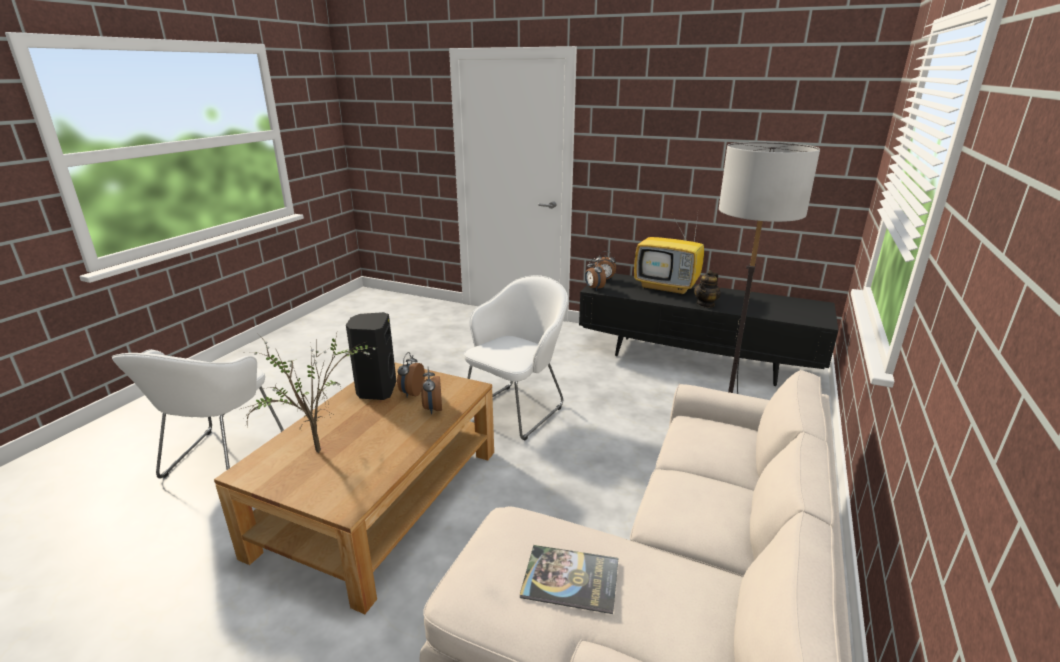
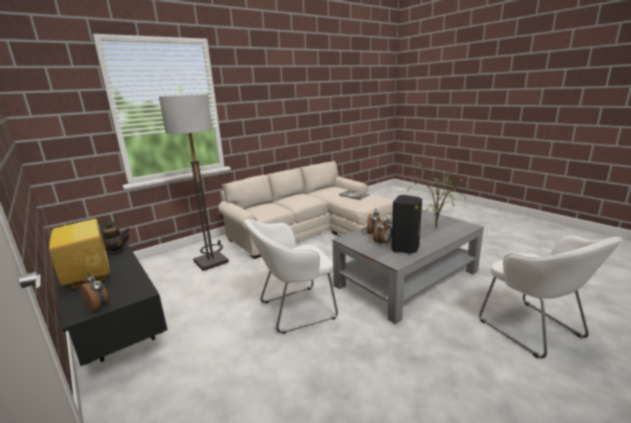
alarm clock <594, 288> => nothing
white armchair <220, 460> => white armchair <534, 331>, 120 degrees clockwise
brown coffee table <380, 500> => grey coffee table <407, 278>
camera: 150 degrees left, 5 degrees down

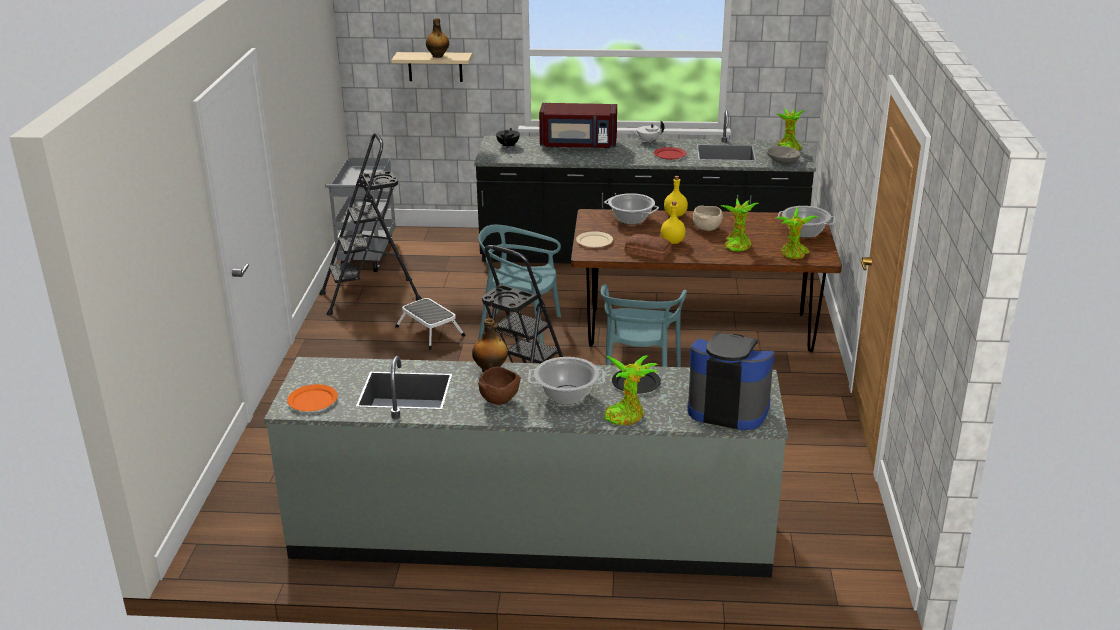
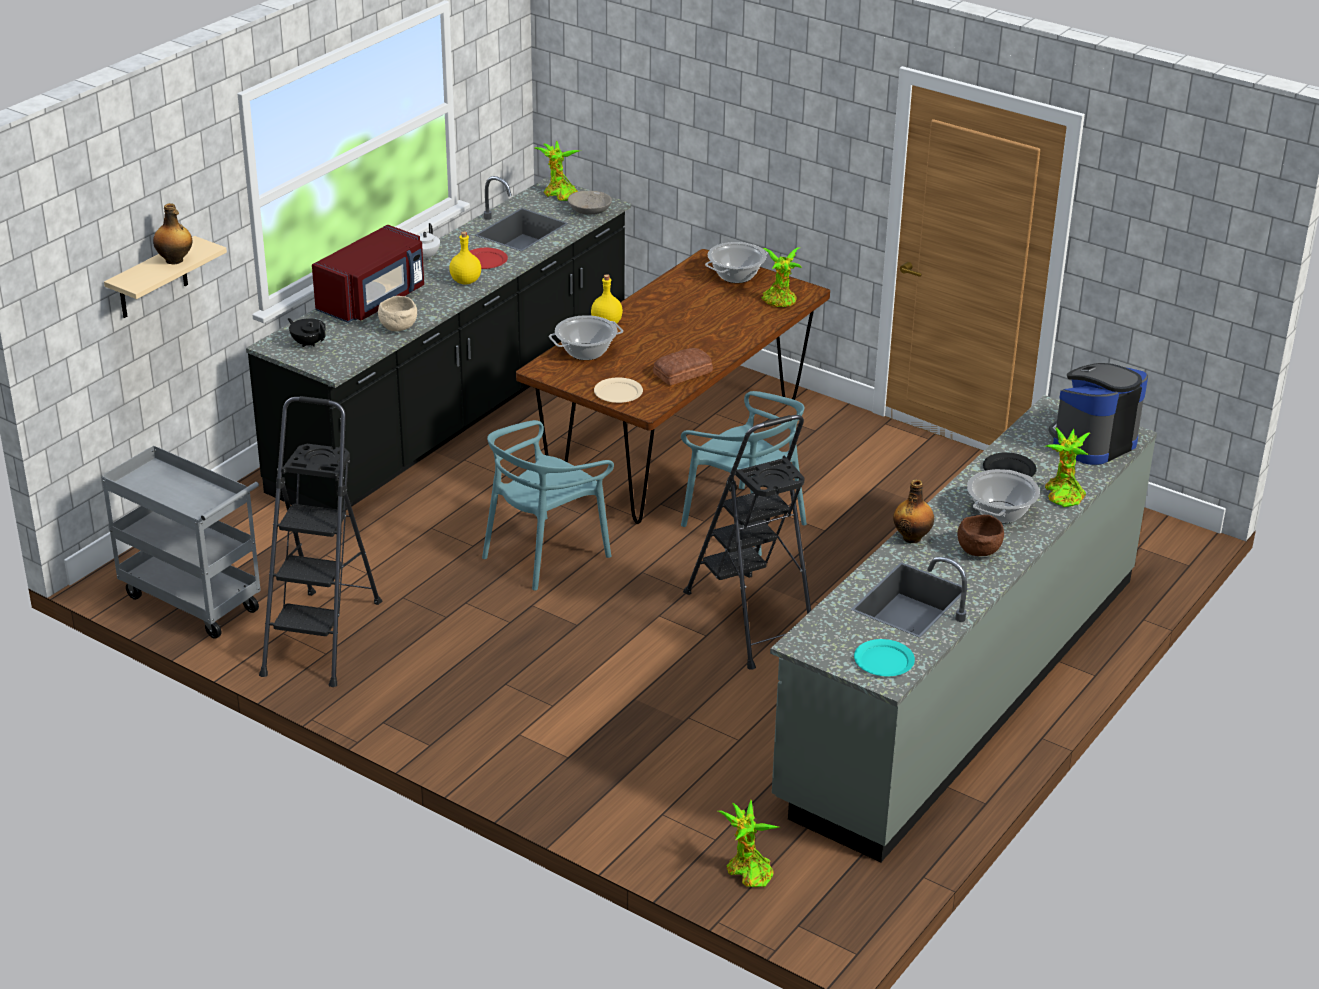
potted plant <737, 245> => potted plant <747, 871>, shifted
yellow bottle <672, 242> => yellow bottle <466, 281>, shifted
beige bowl <706, 228> => beige bowl <397, 327>, shifted
black step ladder <430, 331> => nothing
orange plate <312, 400> => turquoise plate <883, 661>
camera: 60 degrees left, 5 degrees up

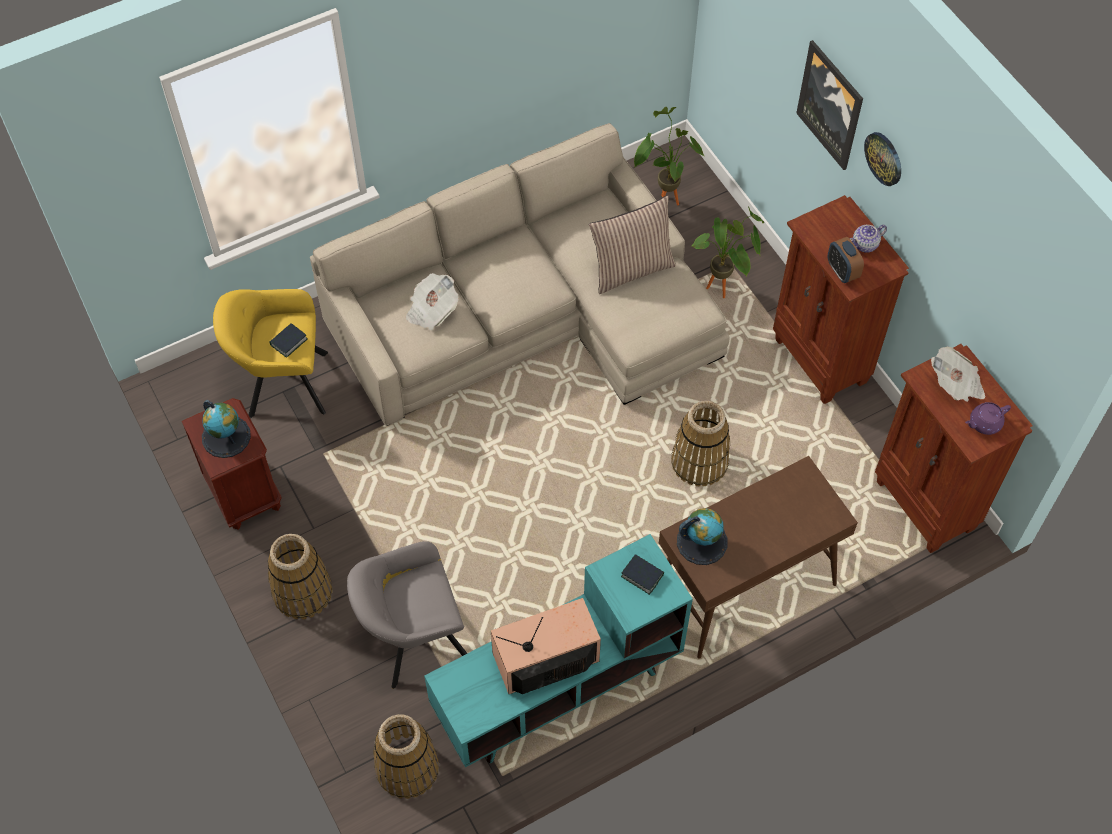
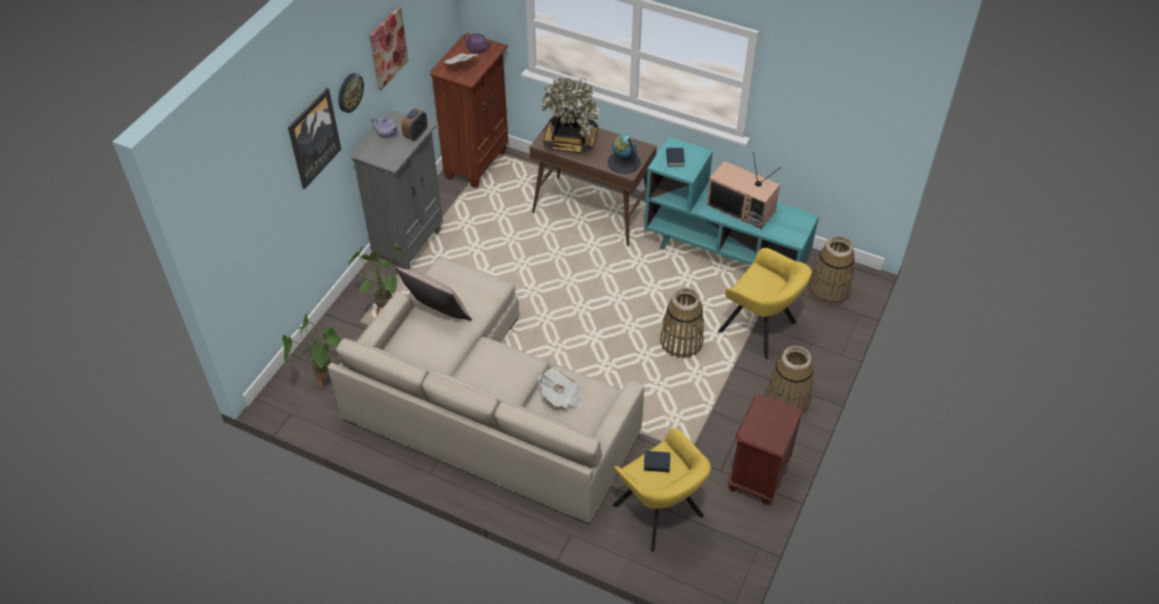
brown cabinet <819, 362> => grey cabinet <409, 246>
globe <226, 436> => nothing
basket <699, 462> => basket <681, 342>, shifted
grey armchair <414, 639> => yellow armchair <760, 329>
nothing => picture <388, 48>
nothing => potted plant <571, 140>
camera: 125 degrees left, 10 degrees down

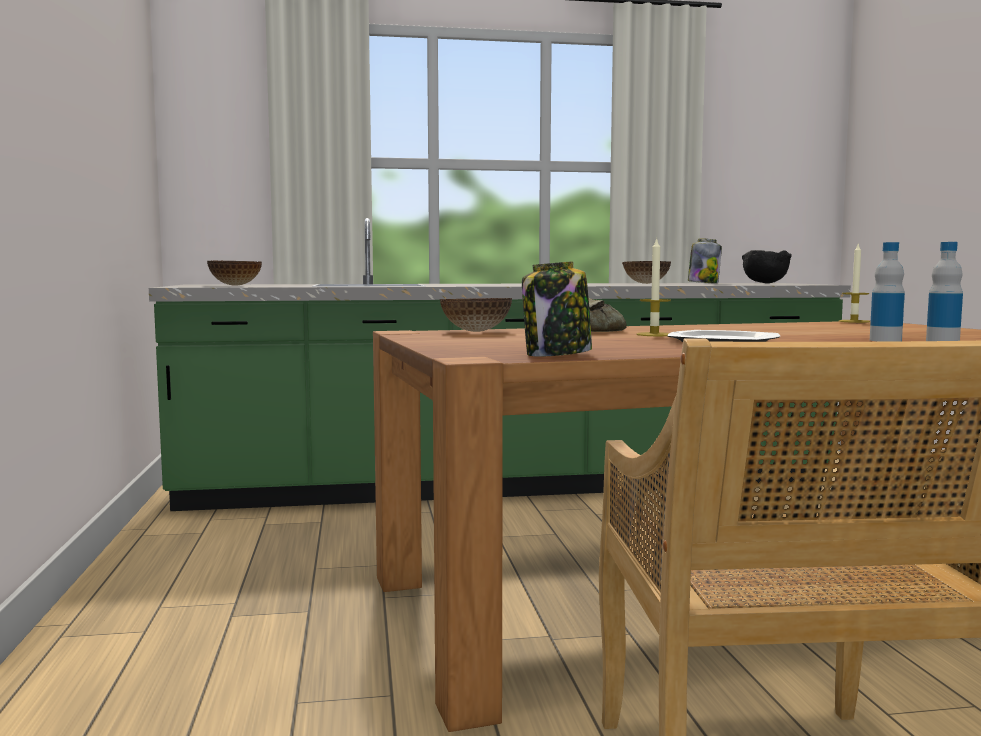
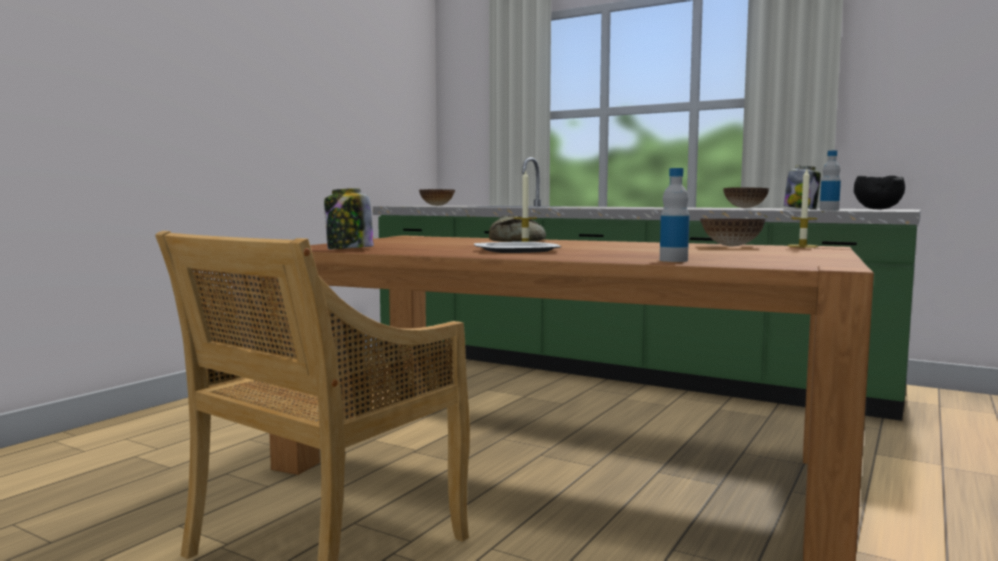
bottle <885, 340> => bottle <829, 210>, shifted
bowl <476, 331> => bowl <732, 246>, shifted
camera: 40 degrees right, 0 degrees up

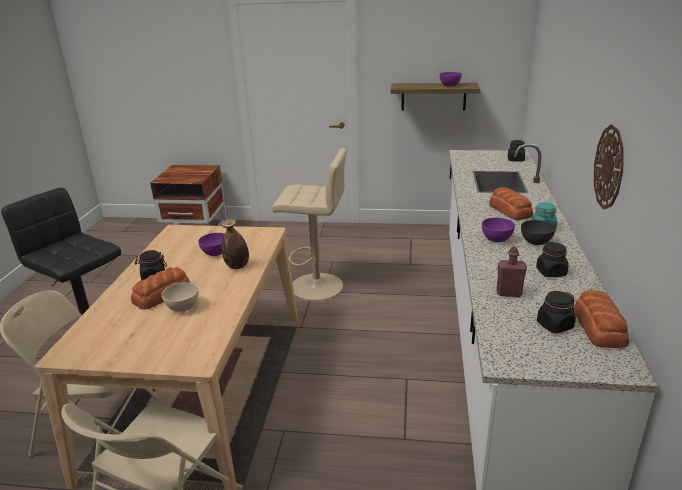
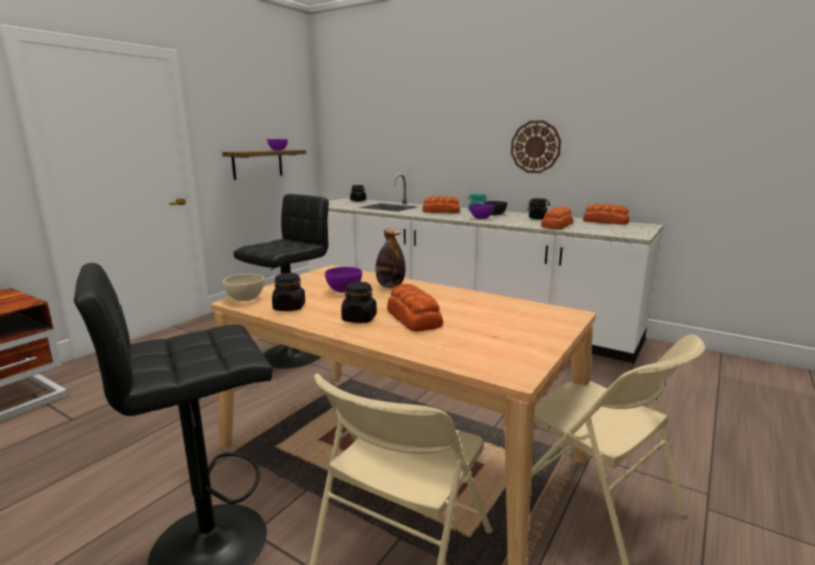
beige stool <317, 286> => black stool <293, 355>
red bottle <508, 293> => bread <556, 225>
beige bowl <183, 307> => beige bowl <245, 299>, shifted
black jar <554, 325> => black jar <289, 308>, shifted
camera: 65 degrees left, 10 degrees down

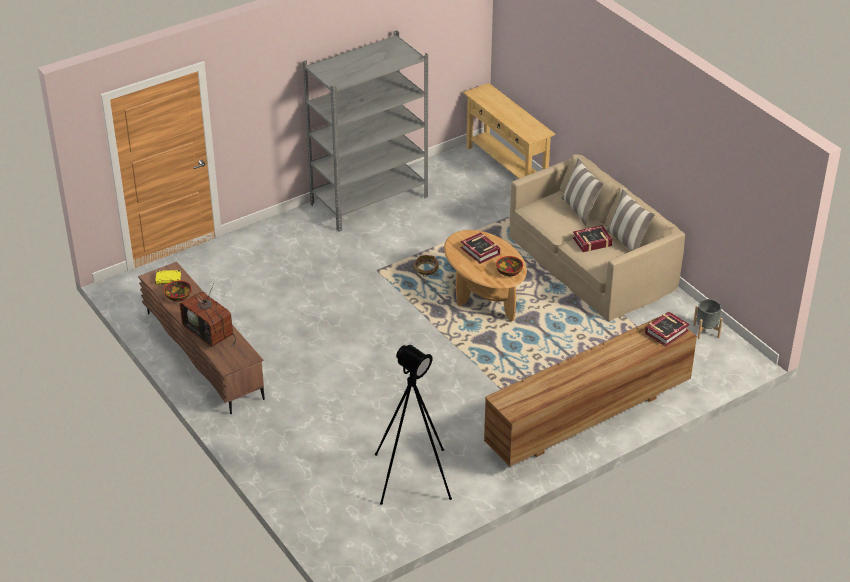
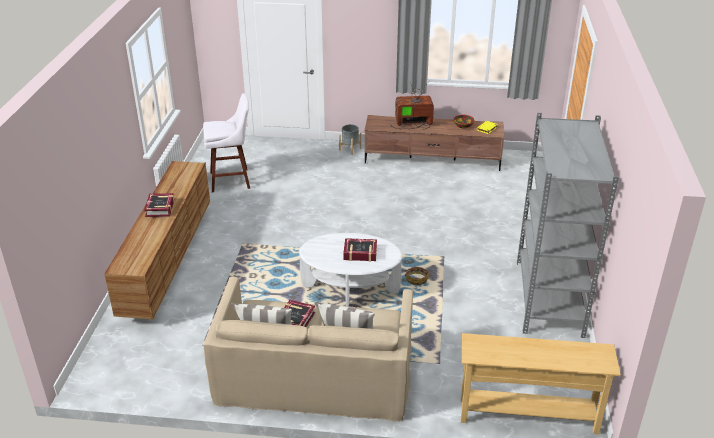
brown coffee table <484, 295> => white coffee table <350, 290>
bowl <509, 272> => nothing
grey planter <706, 331> => grey planter <350, 149>, shifted
book <666, 332> => book <160, 208>, shifted
black floor lamp <413, 477> => white stool <232, 180>
camera: 130 degrees right, 5 degrees down

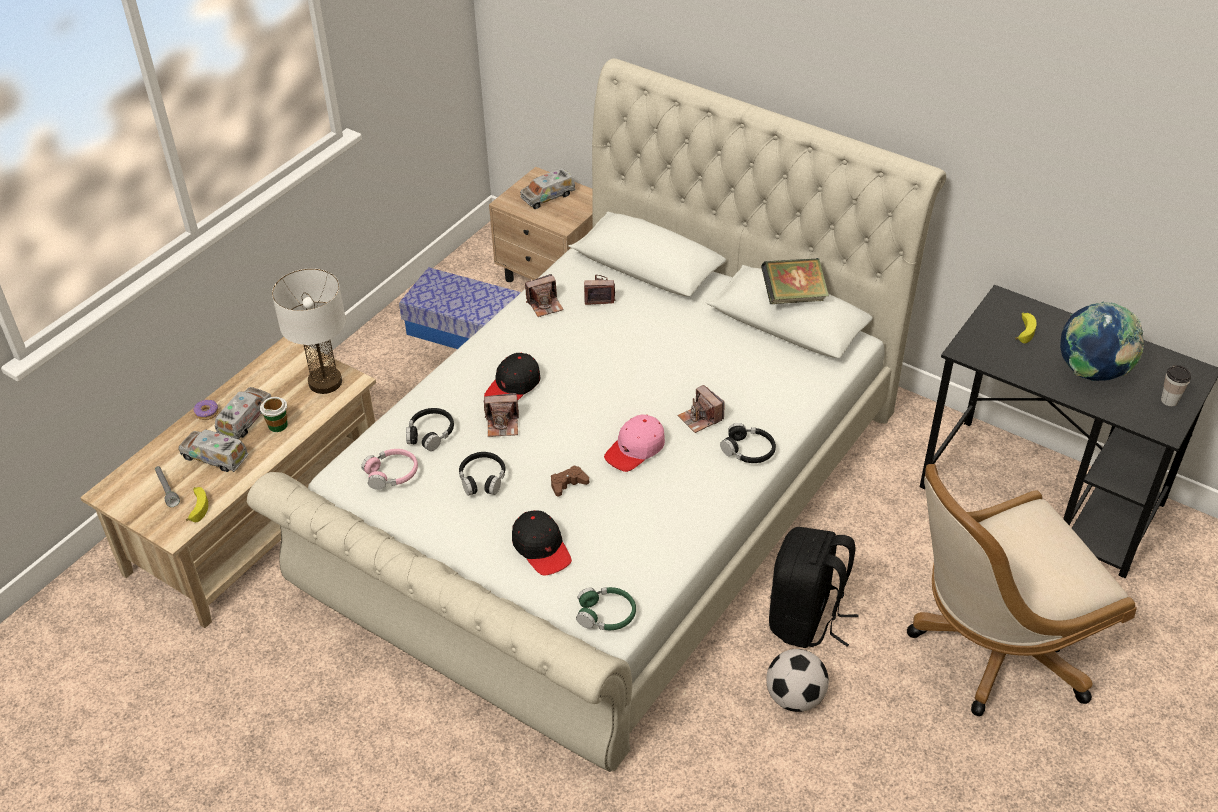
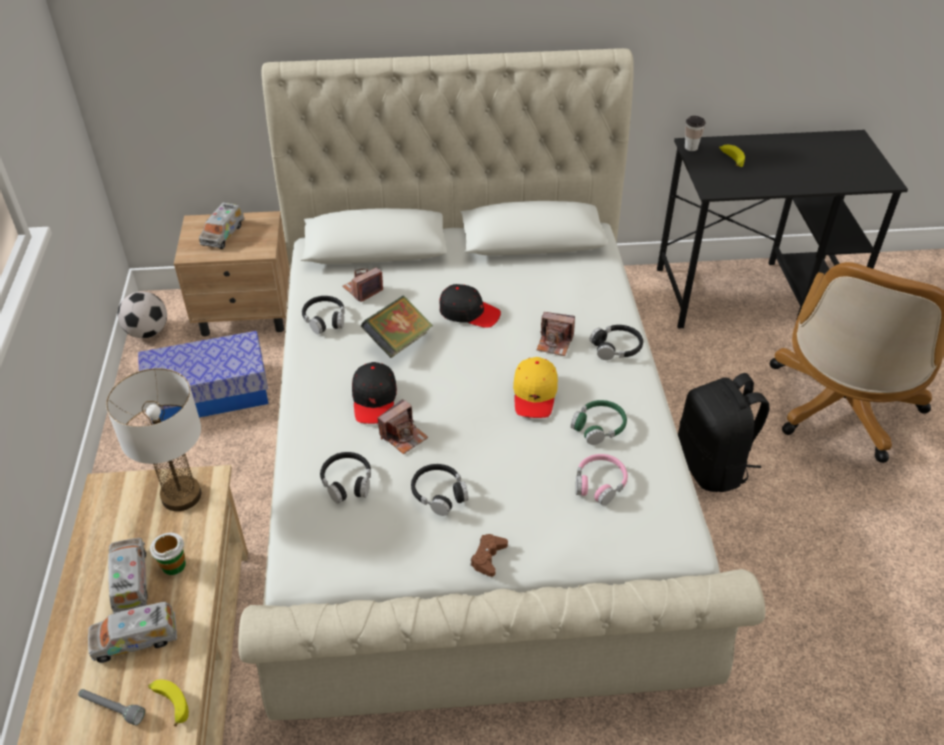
book <793, 297> => book <398, 342>, shifted
photo camera <545, 305> => black headphones <325, 319>
globe <1092, 373> => nothing
cup <1169, 400> => cup <691, 147>, shifted
donut <207, 413> => nothing
pink cap <635, 449> => yellow cap <535, 394>
pink headphones <392, 474> => pink headphones <599, 483>, shifted
brown game controller <568, 484> => brown game controller <488, 557>, shifted
black cap <541, 548> => black cap <469, 312>, shifted
green headphones <606, 614> => green headphones <599, 427>, shifted
football <794, 698> => football <147, 332>, shifted
camera: 40 degrees left, 0 degrees up

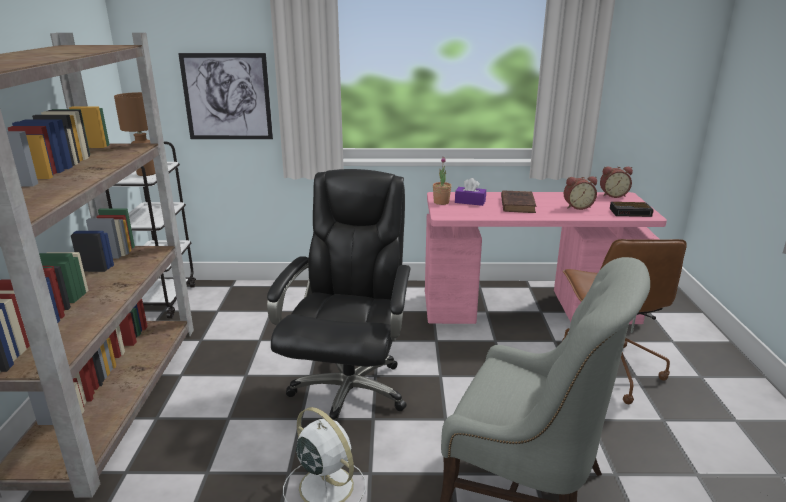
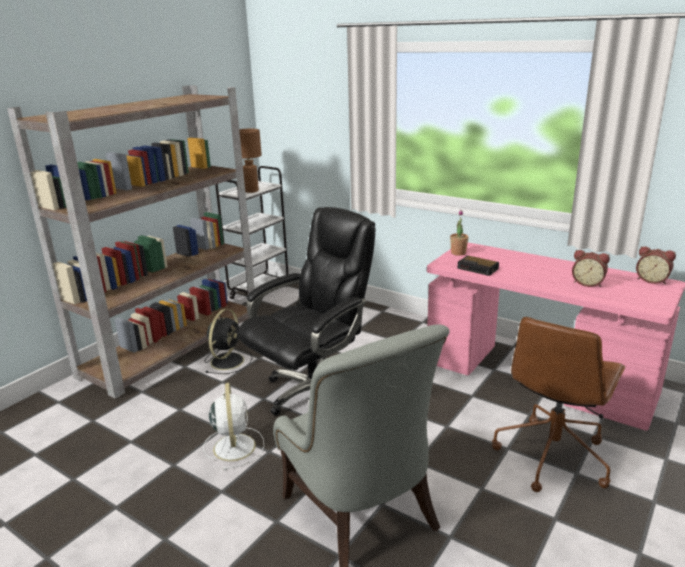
picture <227, 97> => nothing
purple tissue box <470, 202> => nothing
brown book <517, 204> => nothing
alarm clock <631, 212> => alarm clock <478, 269>, shifted
nothing => black fan <228, 360>
camera: 35 degrees right, 0 degrees up

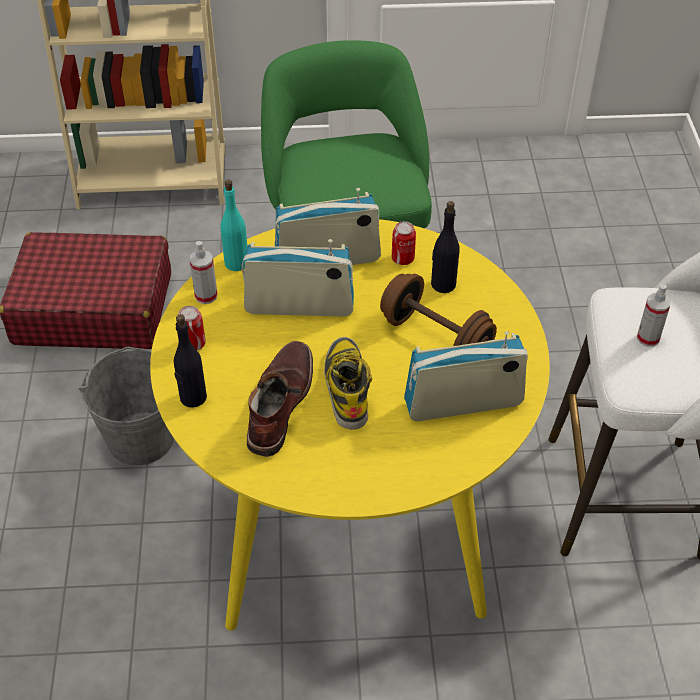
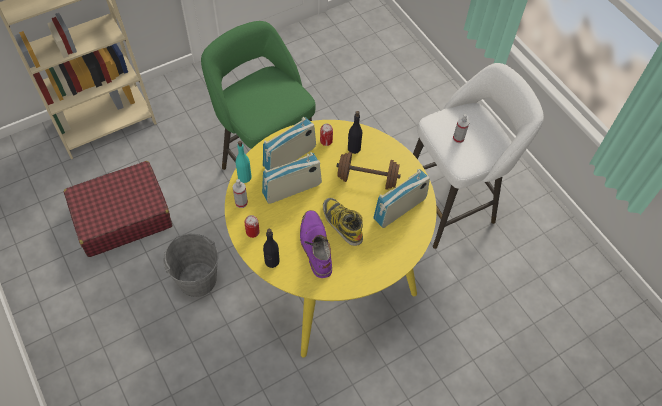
brown boot <278, 404> => purple boot <315, 246>
camera: 30 degrees left, 10 degrees up

